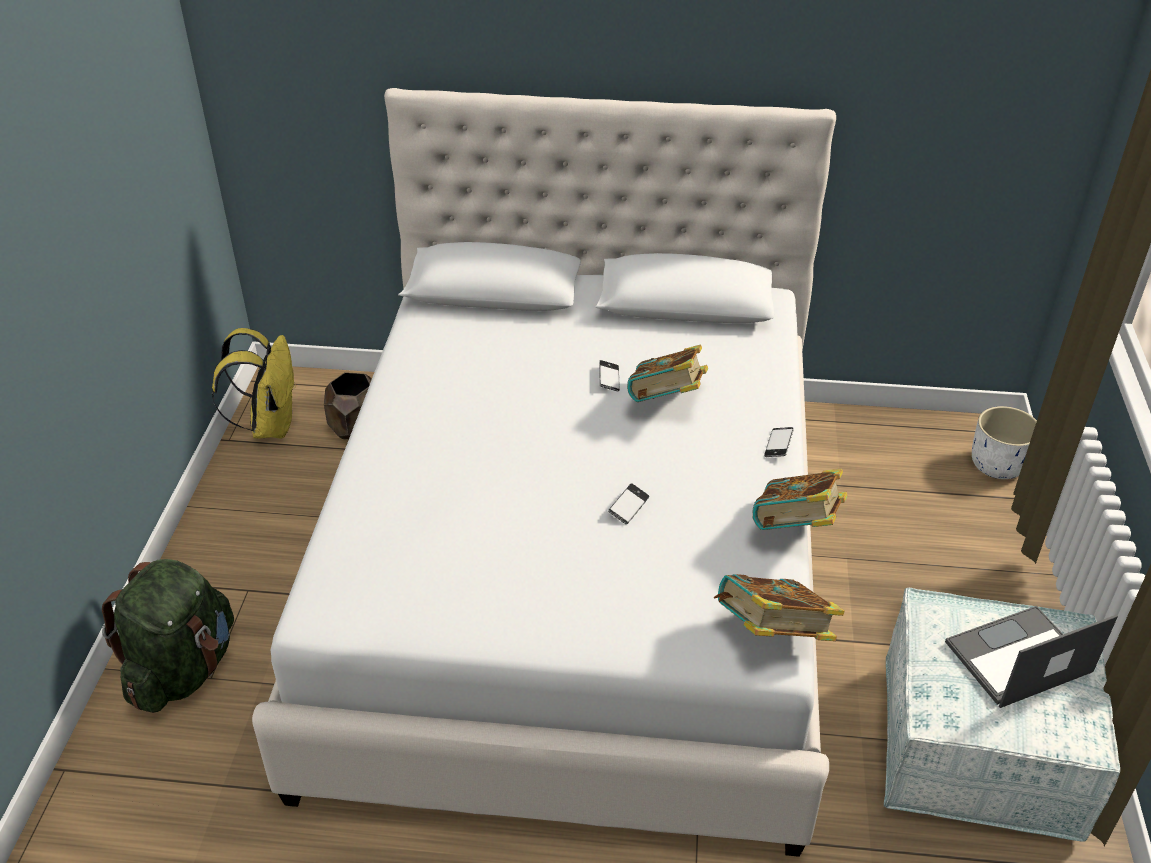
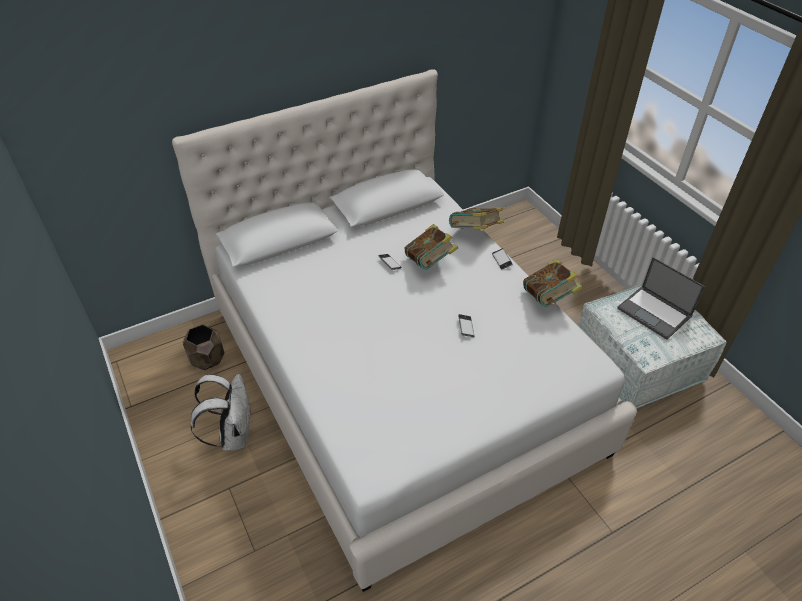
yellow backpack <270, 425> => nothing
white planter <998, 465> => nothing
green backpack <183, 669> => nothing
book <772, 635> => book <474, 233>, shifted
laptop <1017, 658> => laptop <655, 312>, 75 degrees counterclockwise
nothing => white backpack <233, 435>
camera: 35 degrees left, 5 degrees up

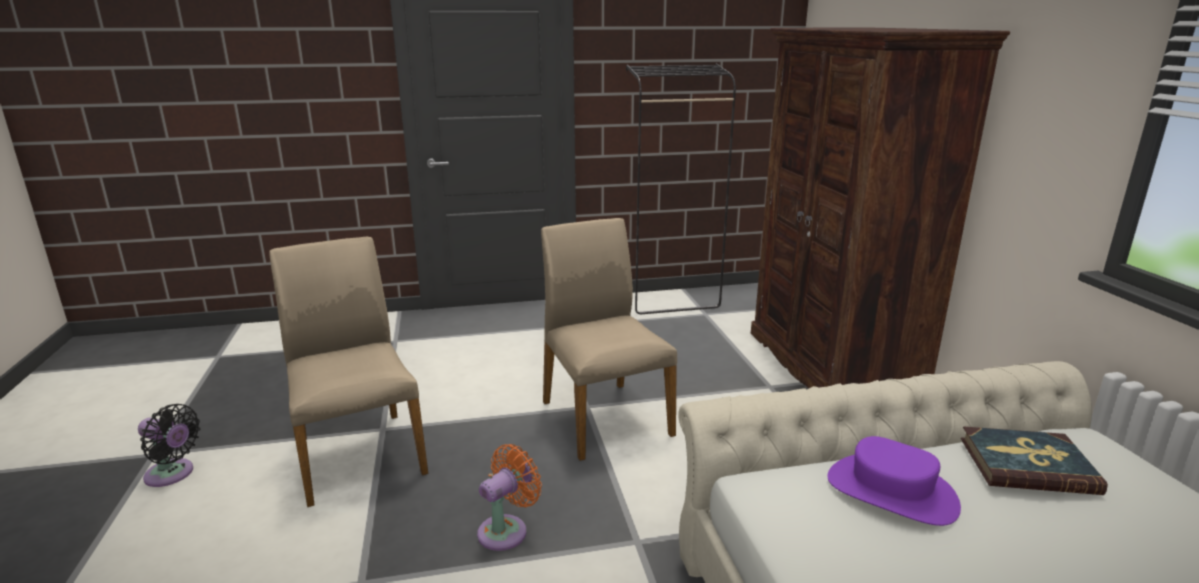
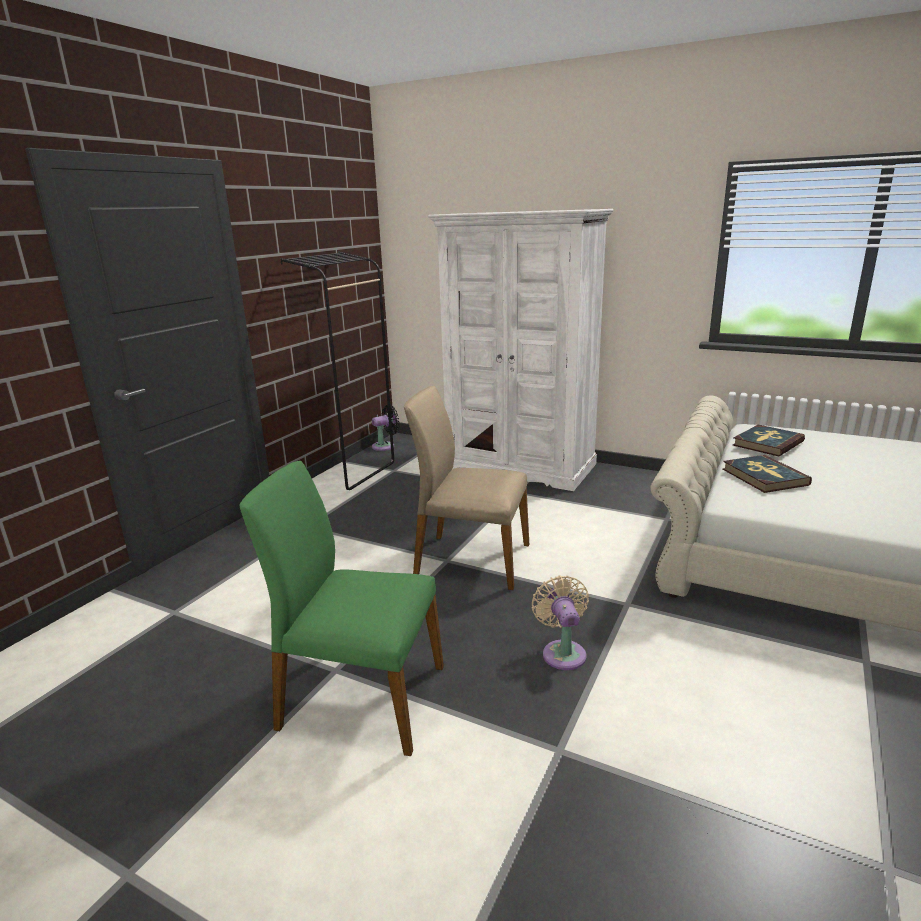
brown wardrobe <830, 365> => white wardrobe <520, 466>
beige chair <358, 454> => green chair <360, 697>
black fan <172, 474> => black fan <385, 446>, shifted
purple hat <891, 492> => book <764, 477>
orange fan <506, 530> => beige fan <563, 652>
camera: 50 degrees left, 0 degrees up

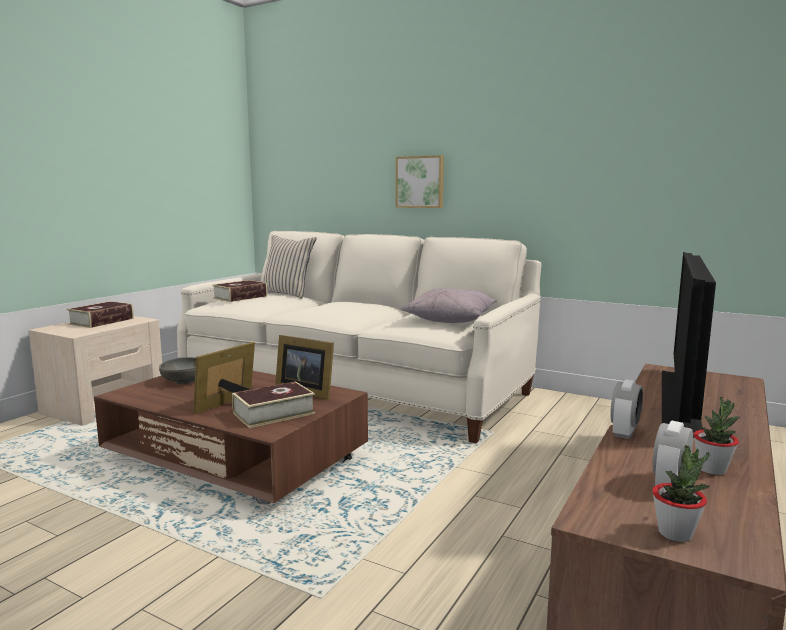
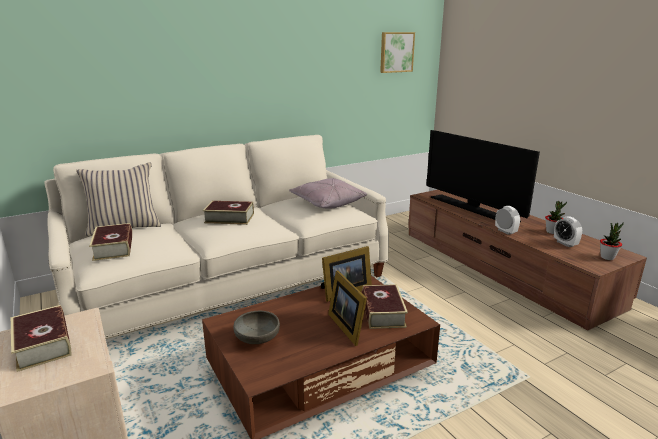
picture <420, 182> => picture <396, 52>, shifted
nothing => book <229, 218>
camera: 60 degrees left, 10 degrees up

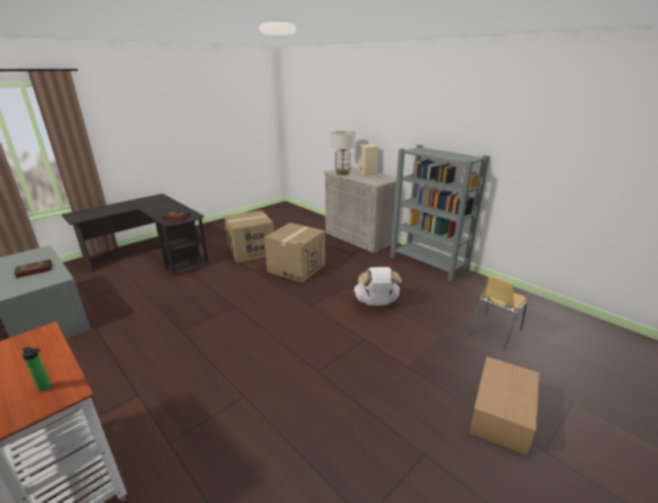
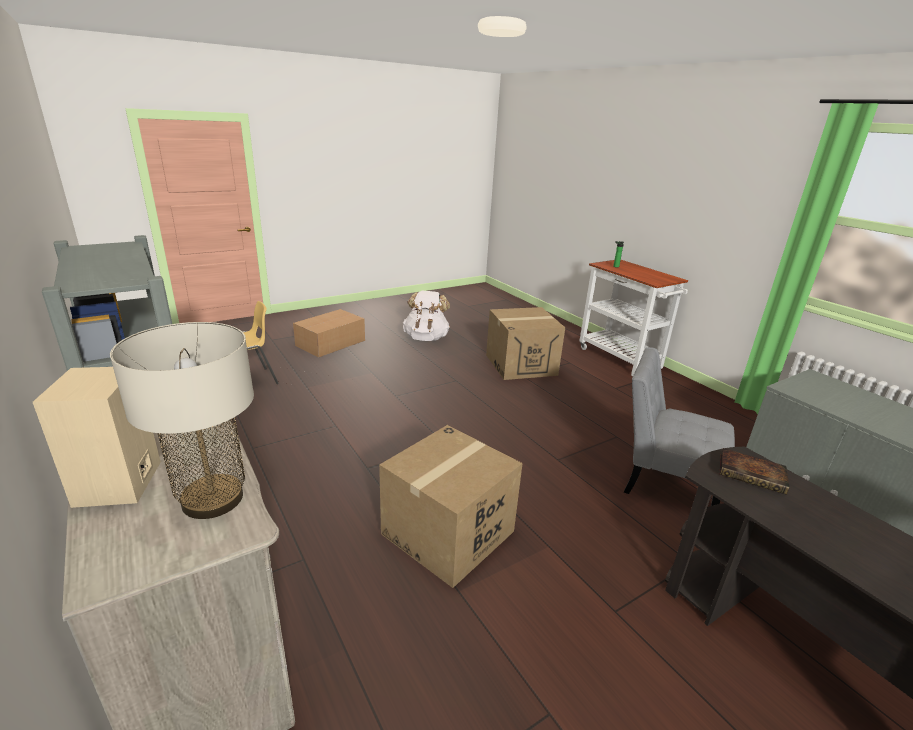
cardboard box <251, 251> => cardboard box <521, 365>, shifted
book <33, 271> => nothing
white backpack <376, 303> => white backpack <426, 338>, shifted
nothing => grey chair <664, 481>
camera: 170 degrees left, 0 degrees up

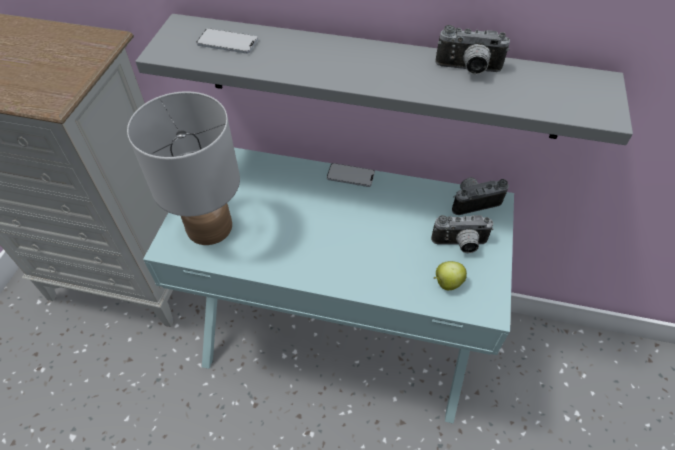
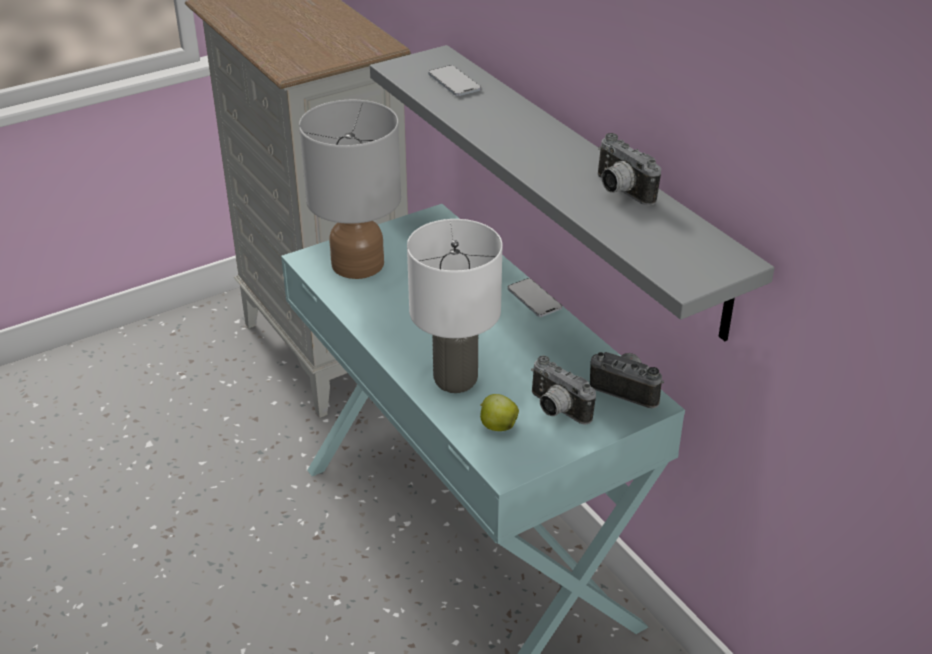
nothing => white table lamp <457, 380>
camera: 45 degrees right, 15 degrees down

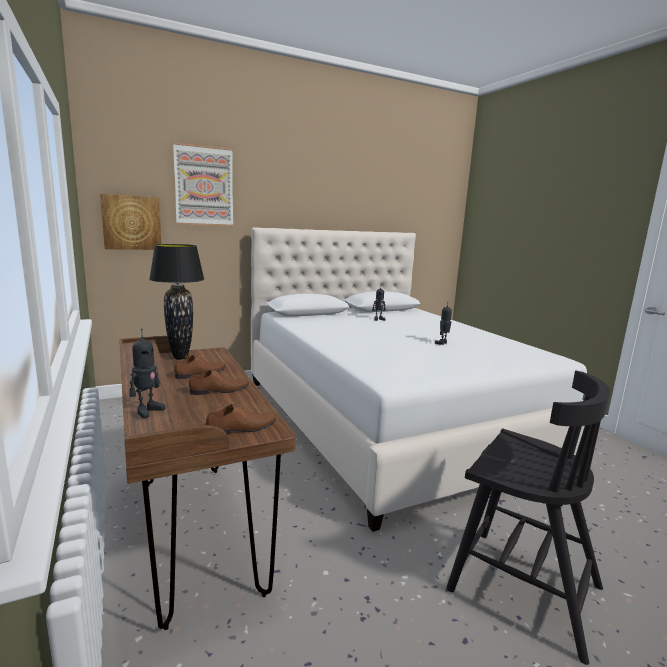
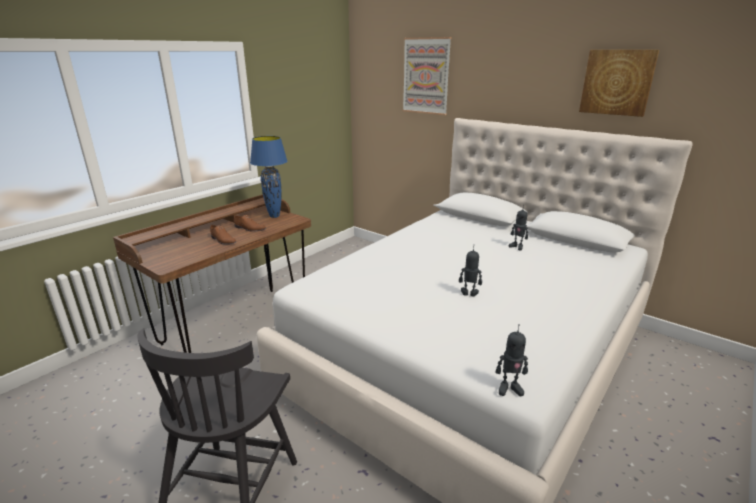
picture <131, 222> => picture <617, 82>, shifted
black table lamp <180, 358> => blue table lamp <274, 216>
toy robot <147, 411> => toy robot <509, 388>, shifted
brown shoe <243, 428> => nothing
camera: 65 degrees right, 10 degrees up

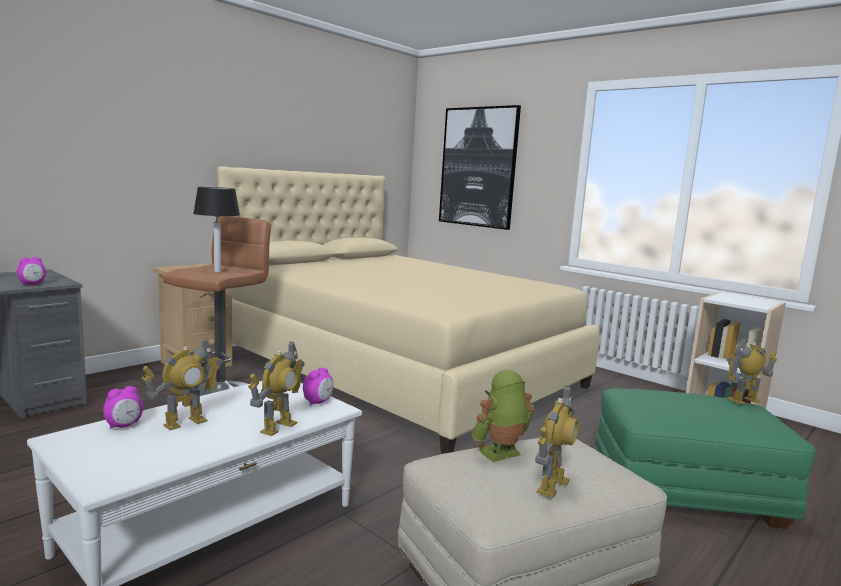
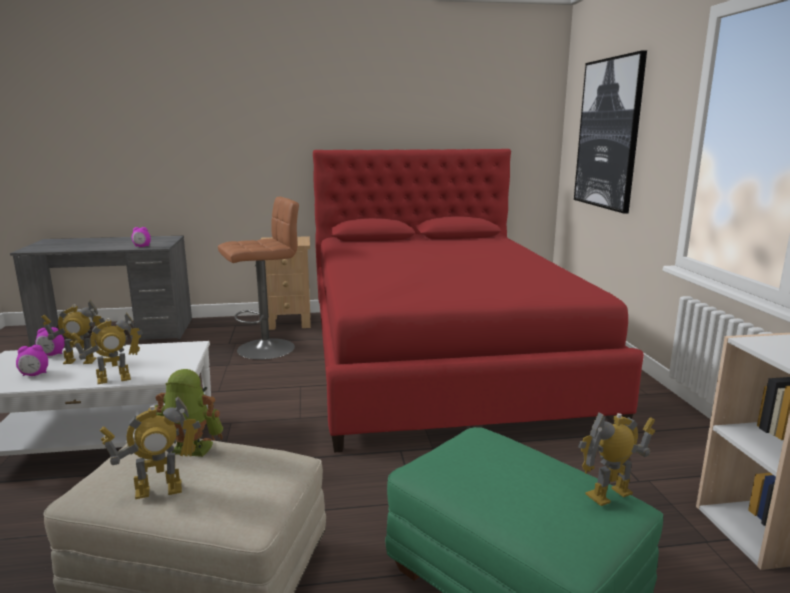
beige bed <397, 368> => red bed <439, 357>
table lamp <217, 271> => nothing
toy robot <744, 400> => toy robot <610, 495>, 45 degrees counterclockwise
alarm clock <318, 402> => alarm clock <34, 375>, shifted
camera: 40 degrees right, 5 degrees up

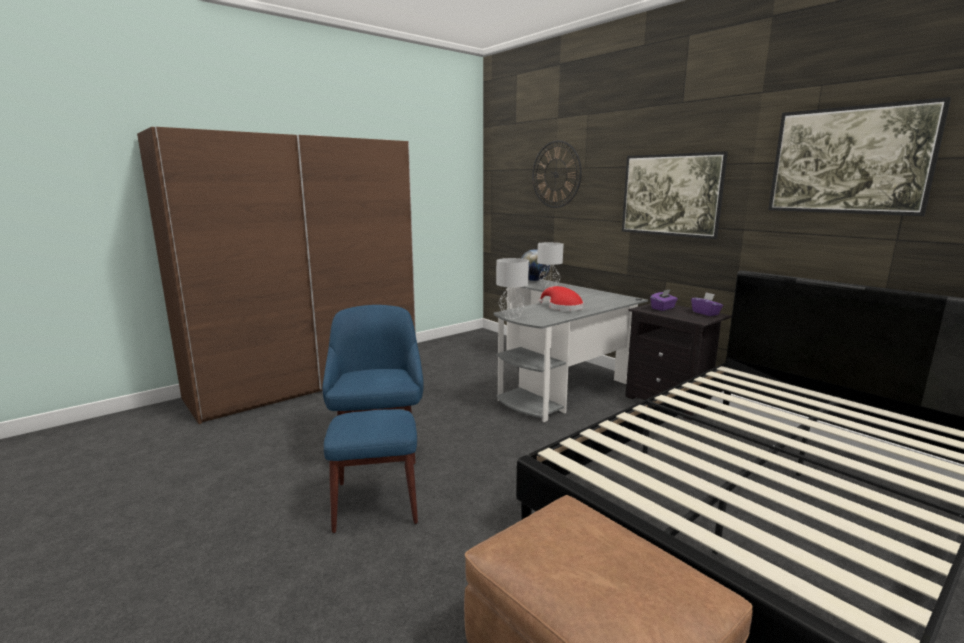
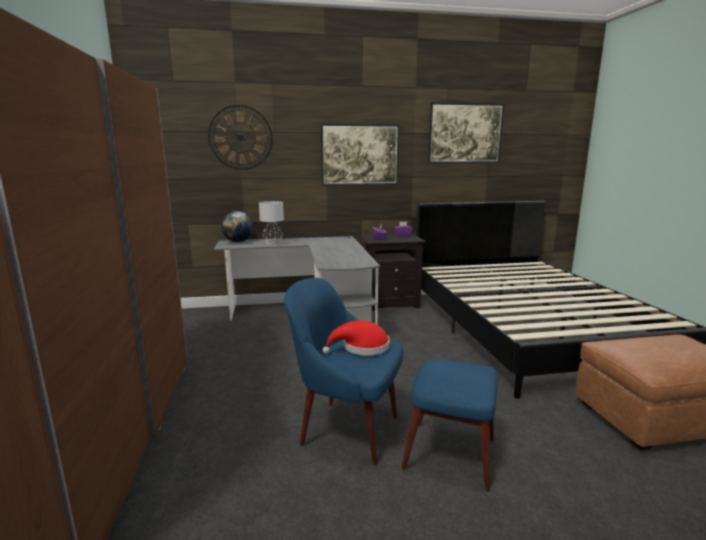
grey table lamp <512, 316> => nothing
red hat <562, 307> => red hat <362, 347>, shifted
camera: 60 degrees left, 0 degrees up

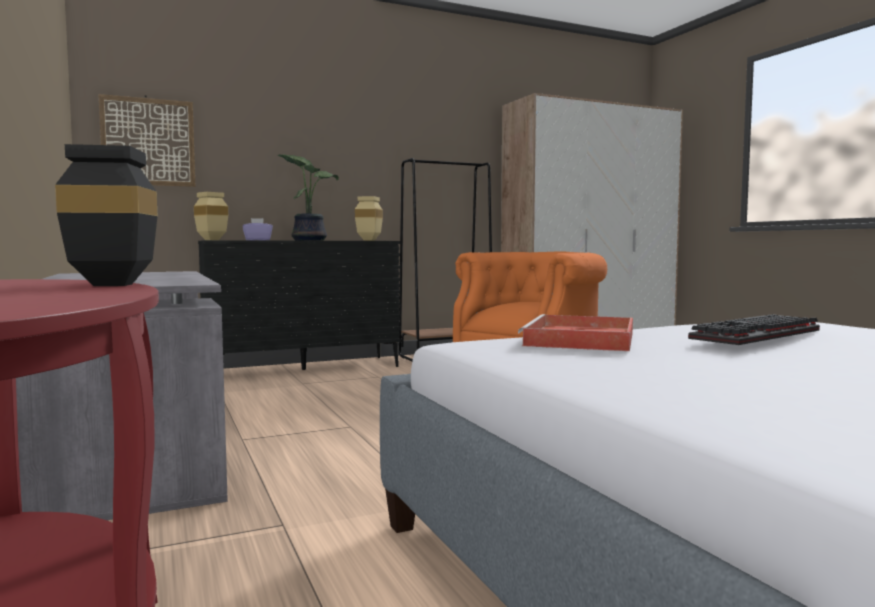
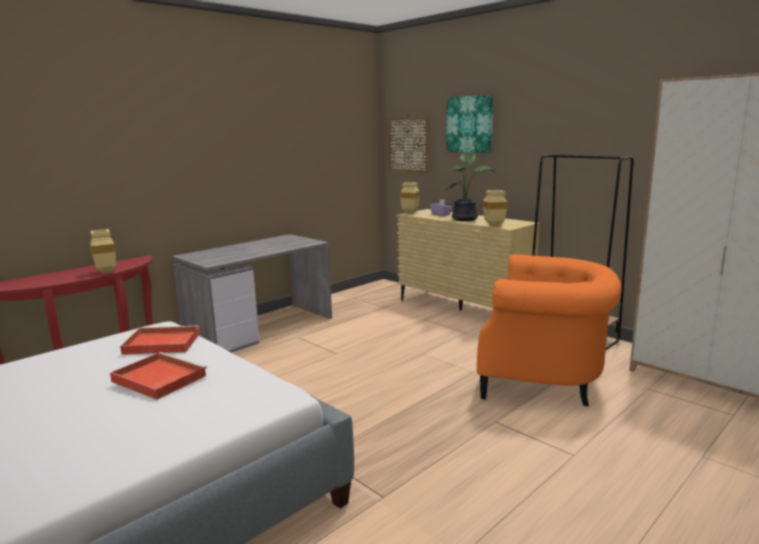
black vase <118, 285> => beige vase <107, 272>
black dresser <303, 369> => beige dresser <462, 309>
keyboard <758, 335> => red tray <157, 378>
nothing => picture <470, 124>
camera: 70 degrees right, 10 degrees up

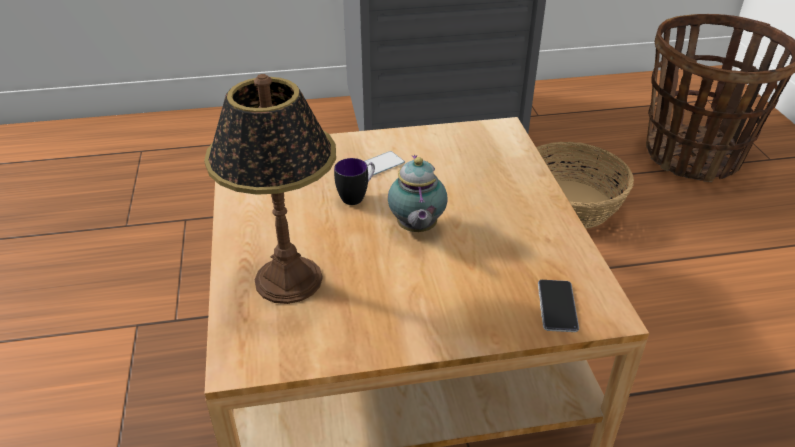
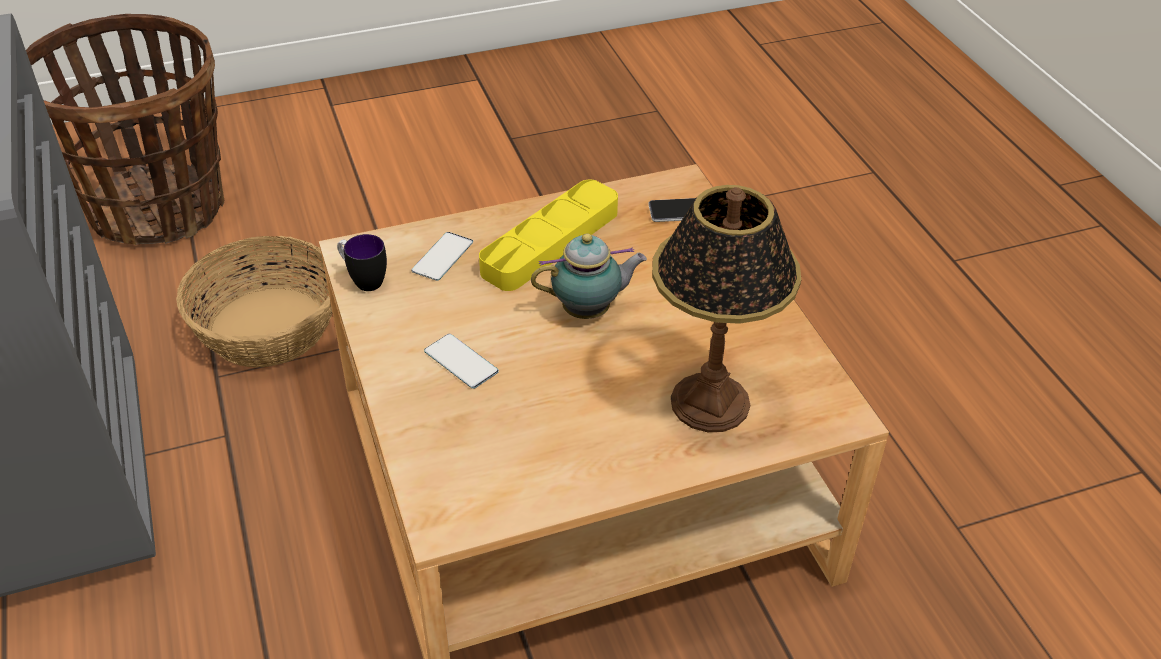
mug <357, 196> => mug <363, 280>, shifted
nothing => yellow tray <550, 242>
nothing => phone <442, 257>
camera: 100 degrees left, 5 degrees up

